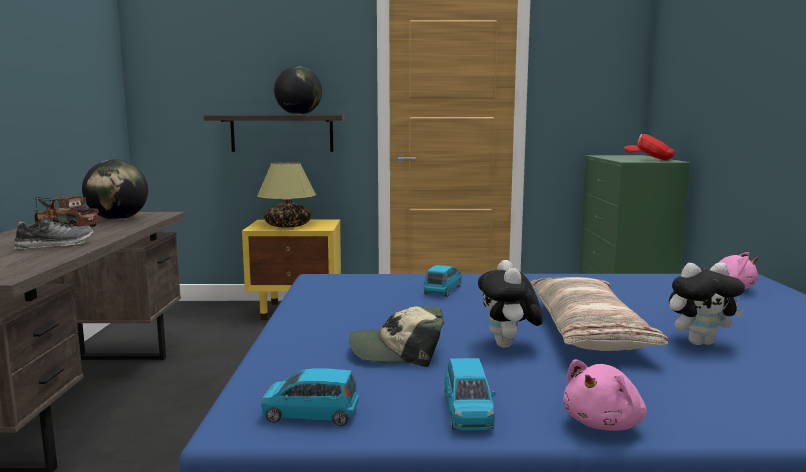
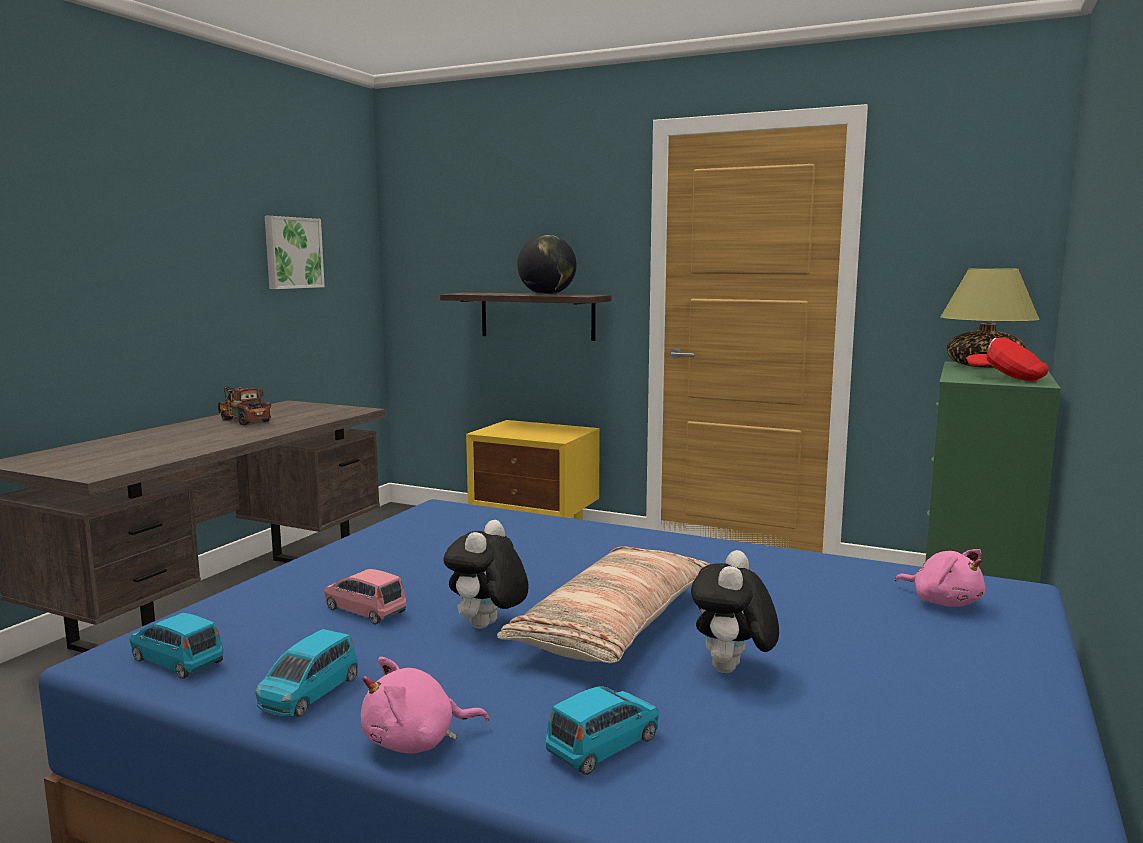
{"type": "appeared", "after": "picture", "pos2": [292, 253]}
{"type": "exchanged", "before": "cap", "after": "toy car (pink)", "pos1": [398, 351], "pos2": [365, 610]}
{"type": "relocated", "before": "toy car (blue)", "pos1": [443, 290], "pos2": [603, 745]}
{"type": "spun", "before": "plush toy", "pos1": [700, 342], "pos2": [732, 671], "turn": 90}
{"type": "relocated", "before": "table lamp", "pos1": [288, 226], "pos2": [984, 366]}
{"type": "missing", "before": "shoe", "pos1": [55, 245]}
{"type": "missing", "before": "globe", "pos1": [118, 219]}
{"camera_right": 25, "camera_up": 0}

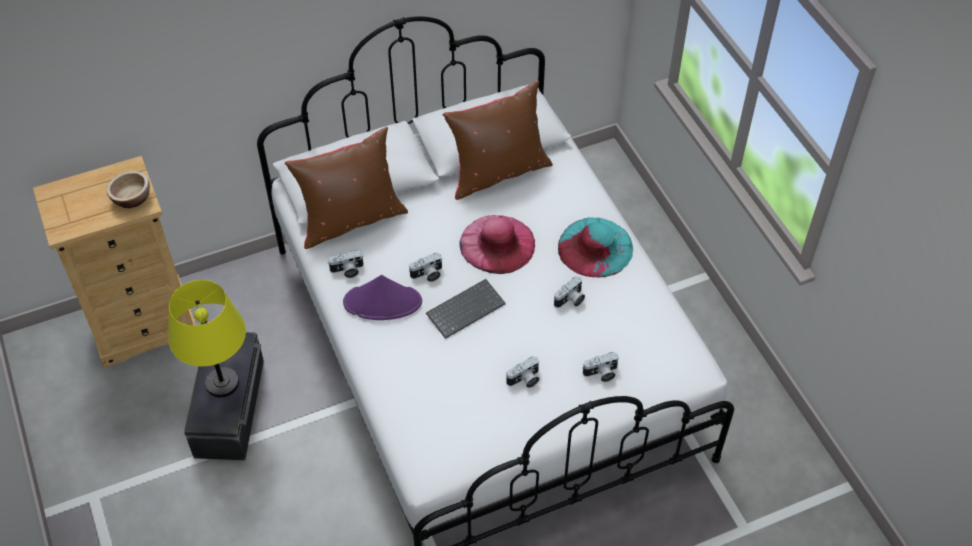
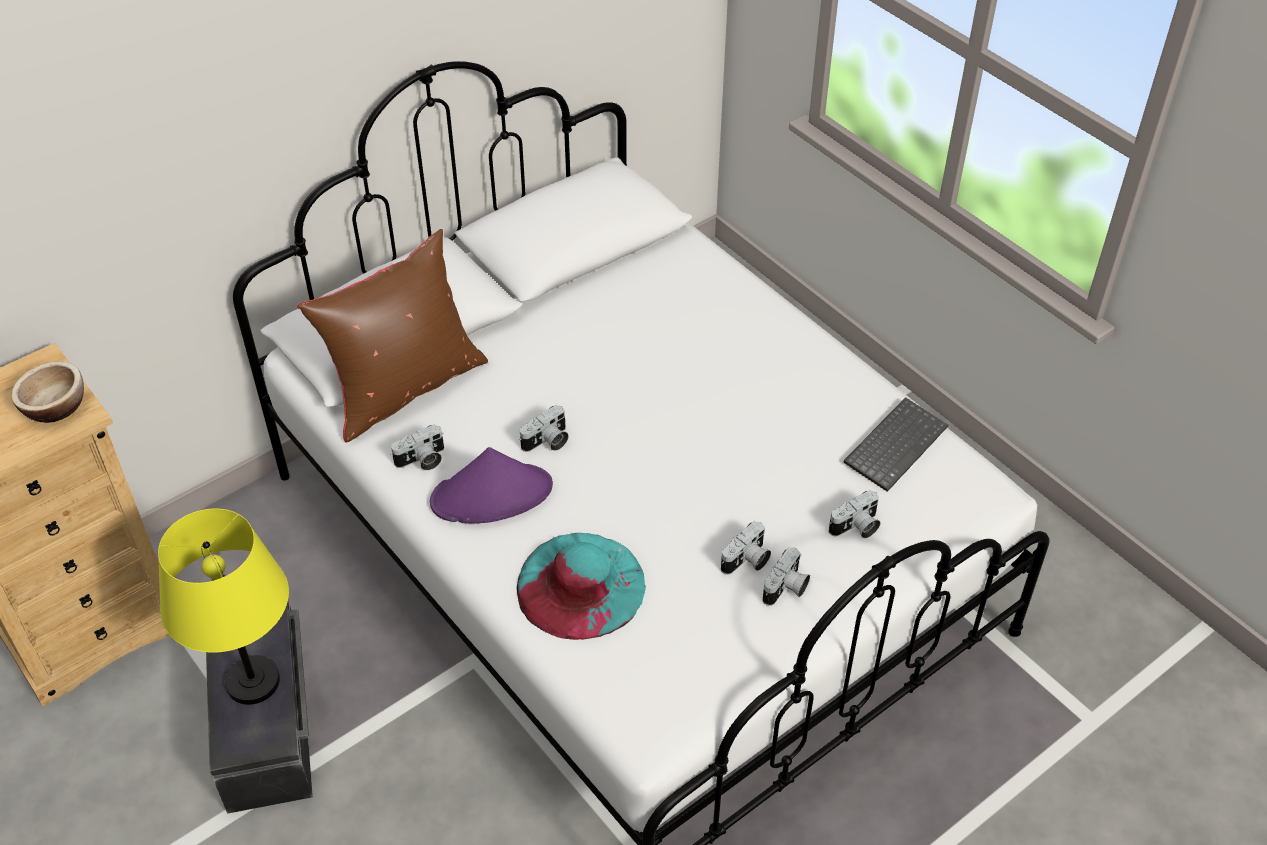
{"type": "relocated", "before": "hat (turquoise)", "pos1": [595, 247], "pos2": [580, 585]}
{"type": "relocated", "before": "photo camera", "pos1": [570, 300], "pos2": [786, 589]}
{"type": "relocated", "before": "keyboard", "pos1": [465, 308], "pos2": [894, 444]}
{"type": "missing", "before": "pillow (brown)", "pos1": [497, 172]}
{"type": "missing", "before": "hat (pink)", "pos1": [497, 244]}
{"camera_right": -15, "camera_up": -5}

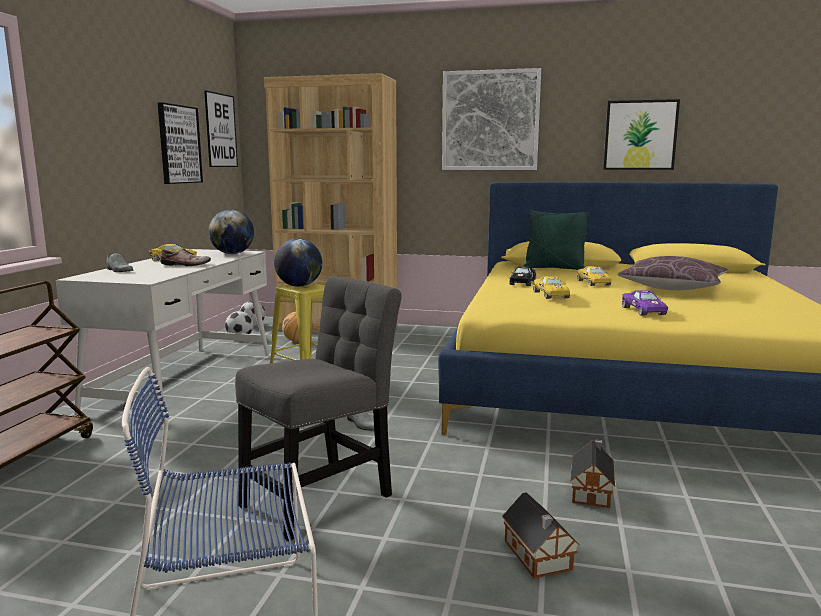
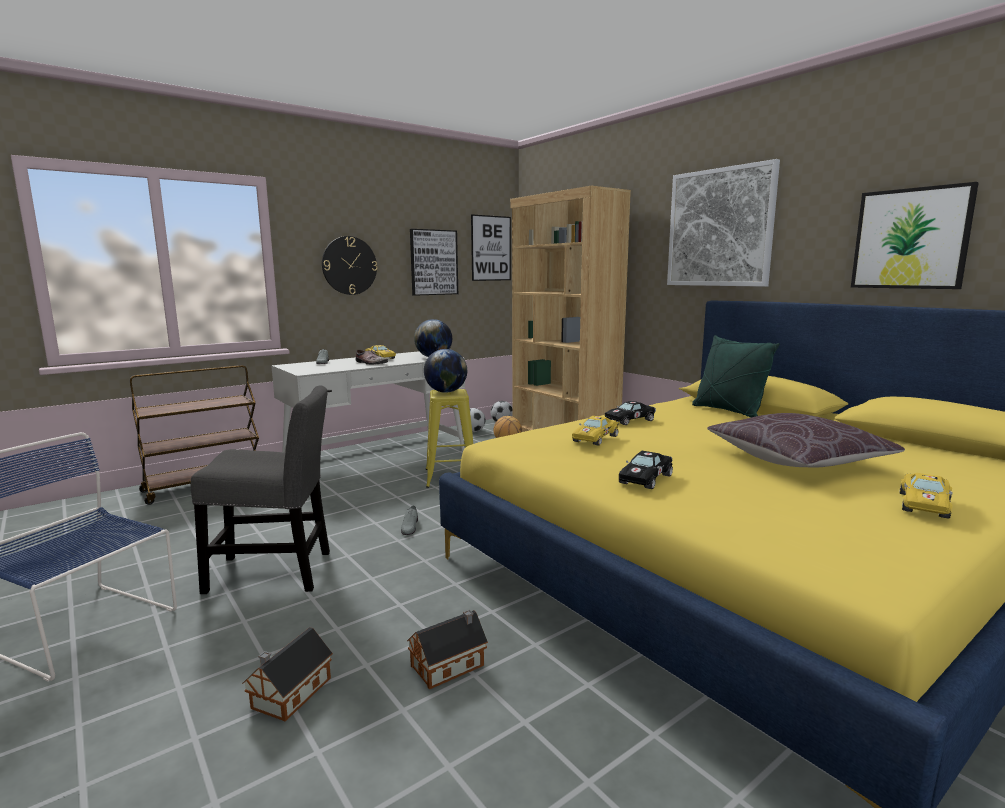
{"type": "appeared", "after": "wall clock", "pos2": [349, 265]}
{"type": "colour", "before": "toy car (purple)", "after": "toy car (black)", "pos1": [643, 310], "pos2": [645, 478]}
{"type": "relocated", "before": "toy car (yellow)", "pos1": [593, 282], "pos2": [924, 504]}
{"camera_right": 40, "camera_up": 0}

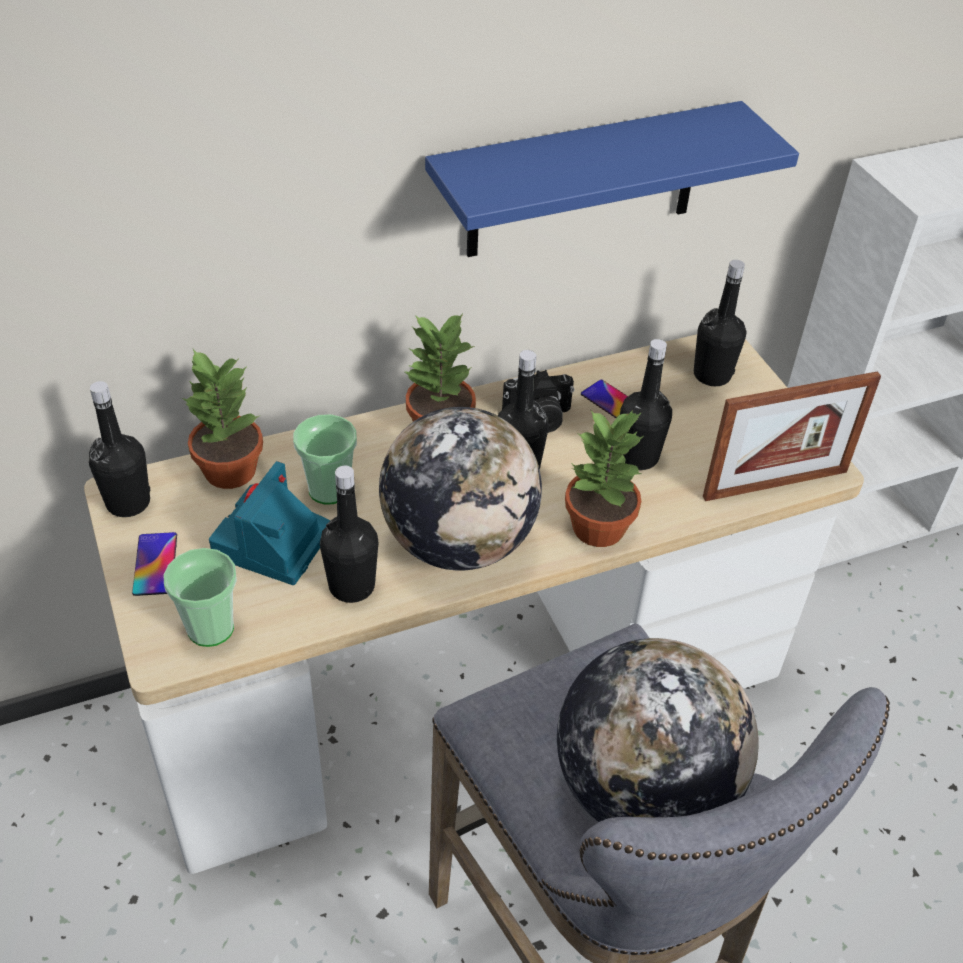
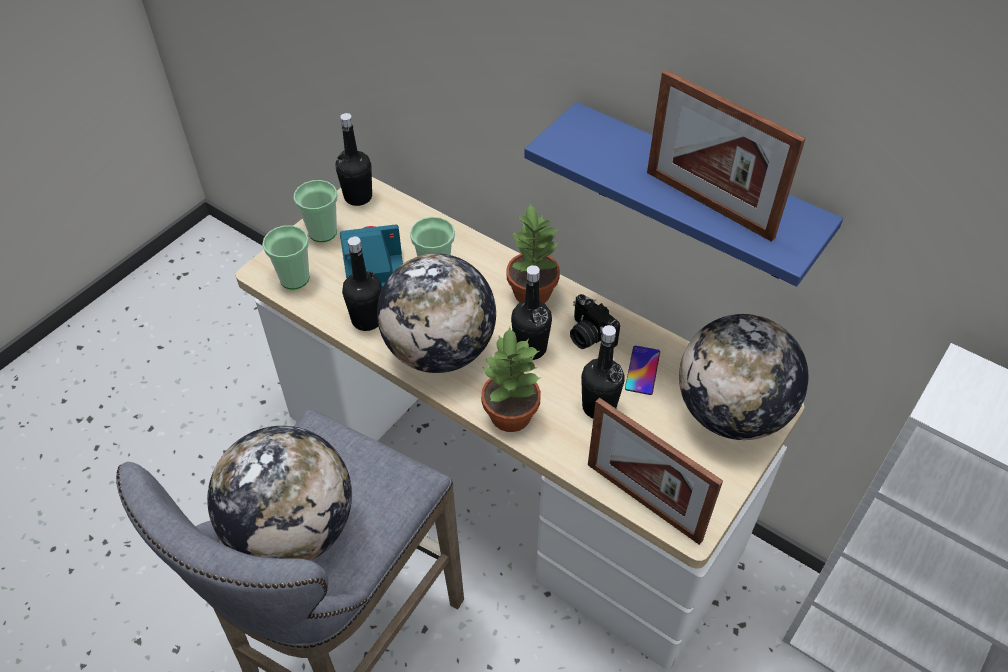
{"type": "exchanged", "before": "phone", "after": "cup", "pos1": [155, 564], "pos2": [323, 232]}
{"type": "appeared", "after": "picture frame", "pos2": [709, 204]}
{"type": "exchanged", "before": "bottle (black)", "after": "globe", "pos1": [712, 375], "pos2": [731, 413]}
{"type": "missing", "before": "potted plant", "pos1": [228, 470]}
{"camera_right": 60, "camera_up": 5}

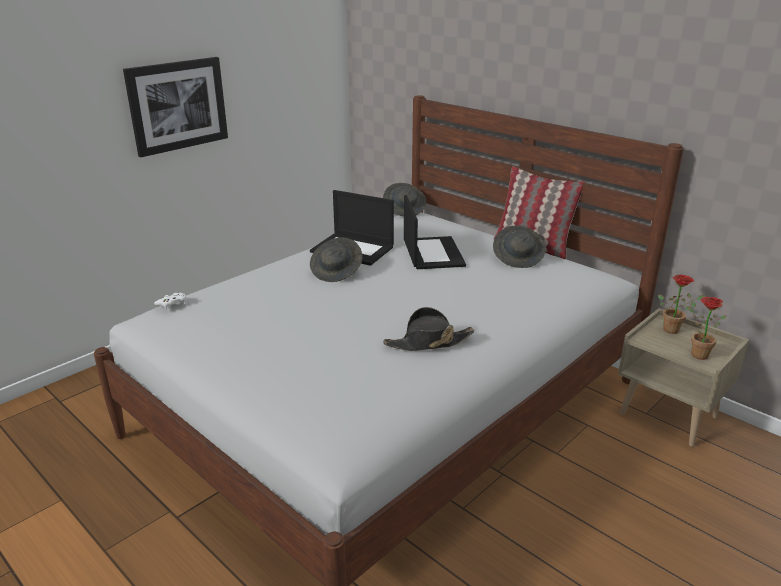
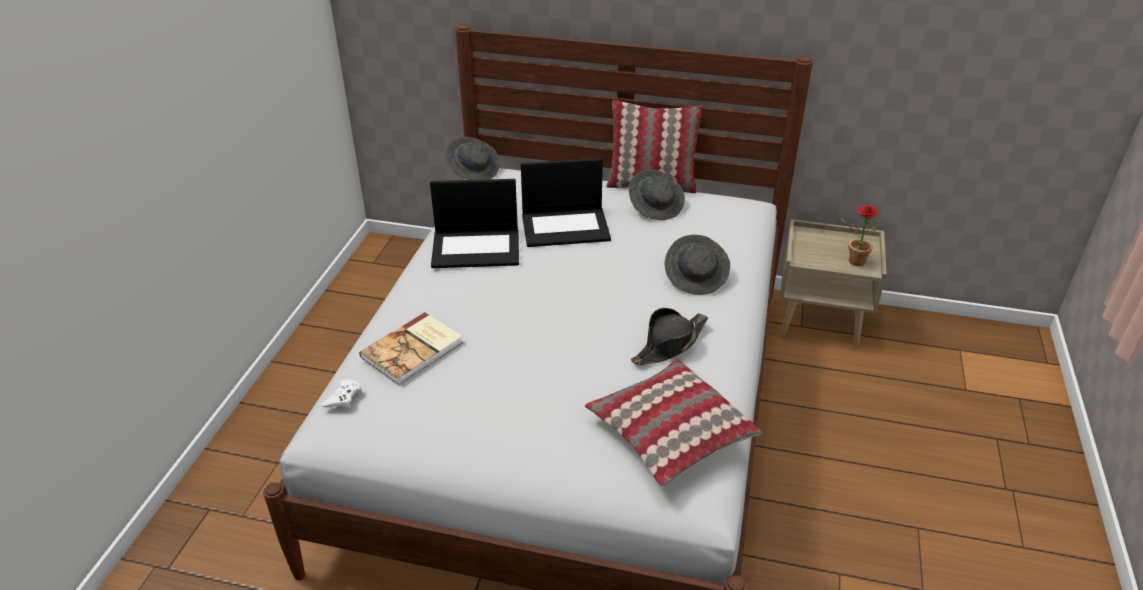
{"type": "appeared", "after": "book", "pos2": [414, 350]}
{"type": "spun", "before": "laptop", "pos1": [432, 253], "pos2": [566, 226], "turn": 120}
{"type": "appeared", "after": "pillow", "pos2": [670, 434]}
{"type": "relocated", "before": "hat (grey)", "pos1": [337, 271], "pos2": [696, 277]}
{"type": "missing", "before": "picture", "pos1": [177, 105]}
{"type": "missing", "before": "potted plant", "pos1": [674, 329]}
{"camera_right": -30, "camera_up": 10}

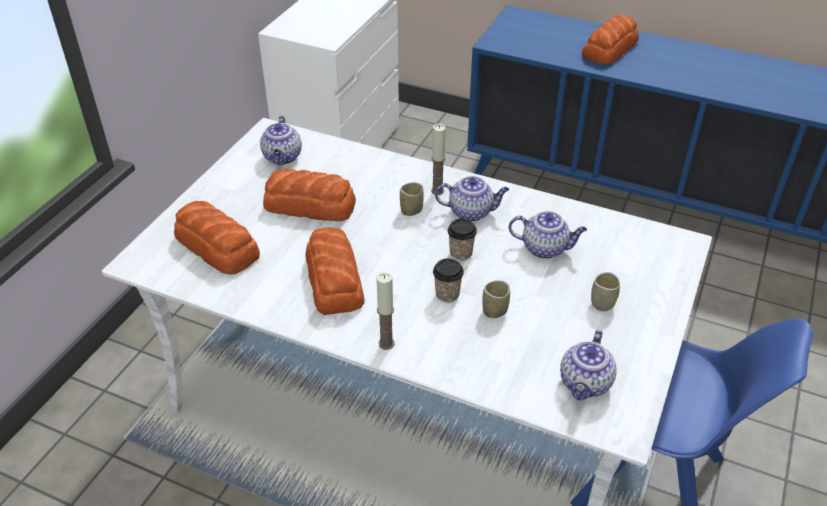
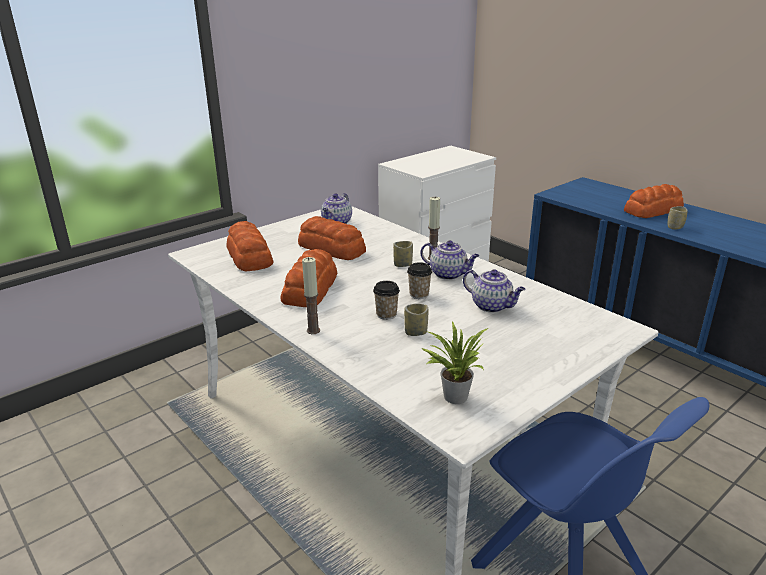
{"type": "exchanged", "before": "teapot", "after": "potted plant", "pos1": [585, 384], "pos2": [453, 395]}
{"type": "relocated", "before": "cup", "pos1": [602, 303], "pos2": [675, 227]}
{"camera_right": 25, "camera_up": -15}

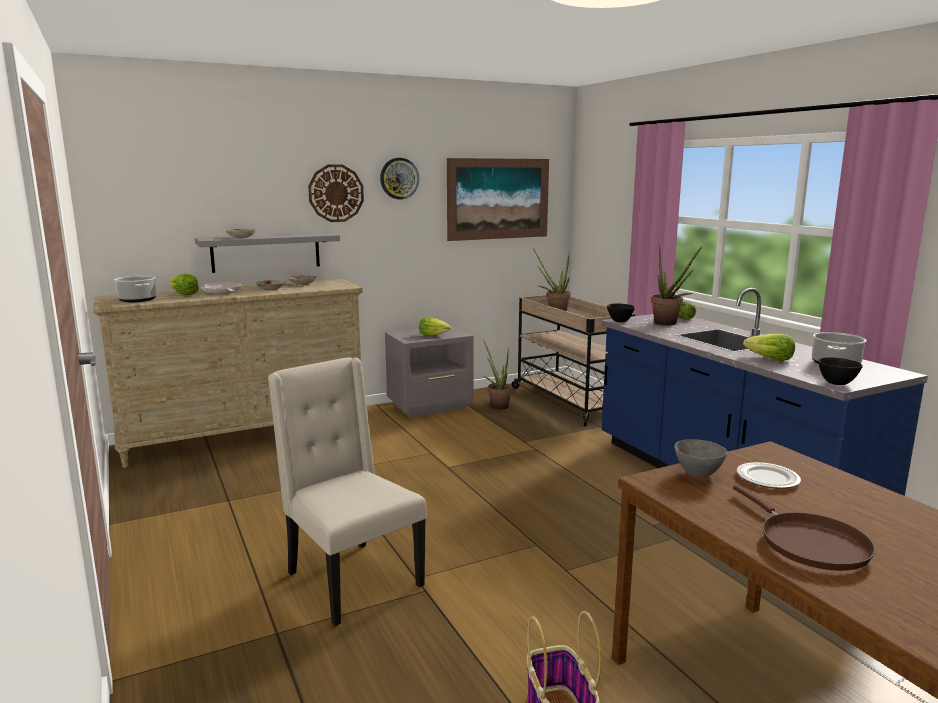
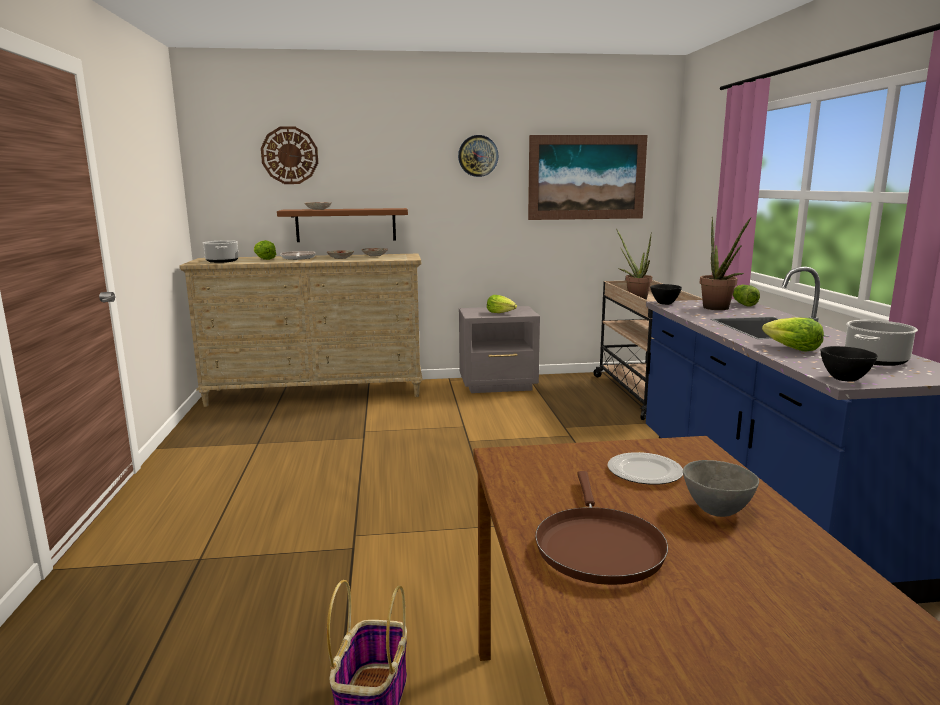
{"type": "relocated", "before": "wall clock", "pos1": [336, 193], "pos2": [289, 155]}
{"type": "colour", "before": "shelf (grey)", "after": "shelf (brown)", "pos1": [266, 252], "pos2": [346, 225]}
{"type": "relocated", "before": "bowl (grey)", "pos1": [697, 474], "pos2": [716, 511]}
{"type": "missing", "before": "chair (beige)", "pos1": [350, 579]}
{"type": "missing", "before": "potted plant", "pos1": [497, 405]}
{"camera_right": 20, "camera_up": 0}

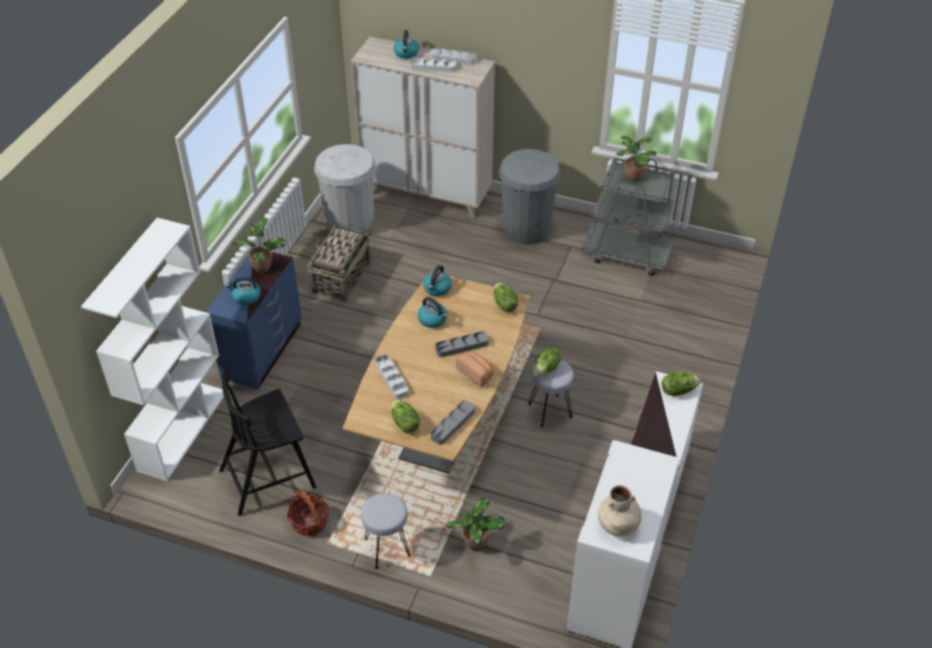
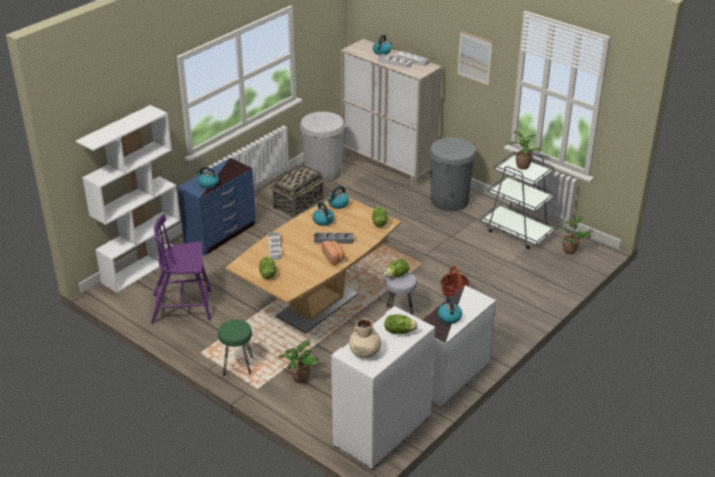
{"type": "colour", "before": "chair (black)", "after": "chair (purple)", "pos1": [269, 477], "pos2": [183, 307]}
{"type": "colour", "before": "stool (grey)", "after": "stool (green)", "pos1": [386, 548], "pos2": [237, 366]}
{"type": "relocated", "before": "lettuce", "pos1": [677, 390], "pos2": [399, 331]}
{"type": "appeared", "after": "kettle", "pos2": [449, 317]}
{"type": "relocated", "before": "basket", "pos1": [309, 522], "pos2": [454, 292]}
{"type": "appeared", "after": "picture", "pos2": [474, 58]}
{"type": "relocated", "before": "potted plant", "pos1": [262, 266], "pos2": [569, 250]}
{"type": "missing", "before": "tray (grey)", "pos1": [452, 424]}
{"camera_right": 20, "camera_up": -10}

